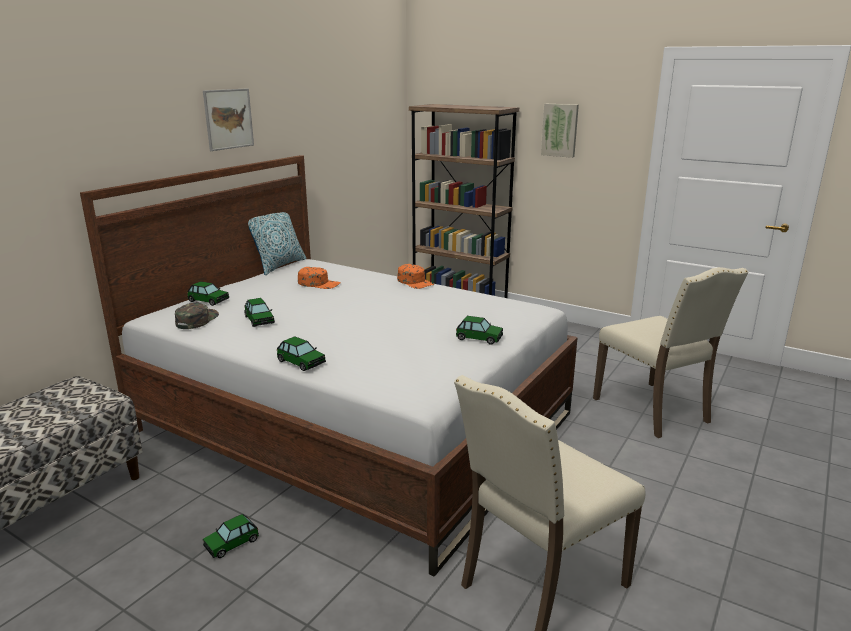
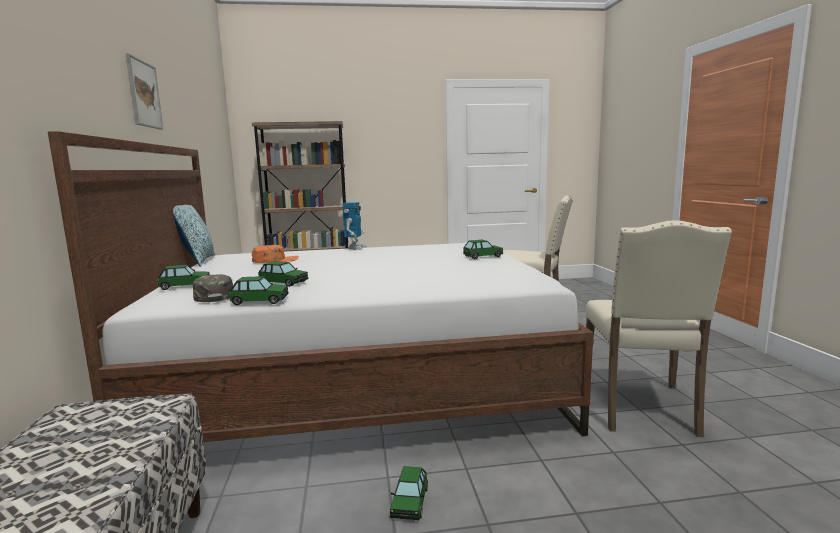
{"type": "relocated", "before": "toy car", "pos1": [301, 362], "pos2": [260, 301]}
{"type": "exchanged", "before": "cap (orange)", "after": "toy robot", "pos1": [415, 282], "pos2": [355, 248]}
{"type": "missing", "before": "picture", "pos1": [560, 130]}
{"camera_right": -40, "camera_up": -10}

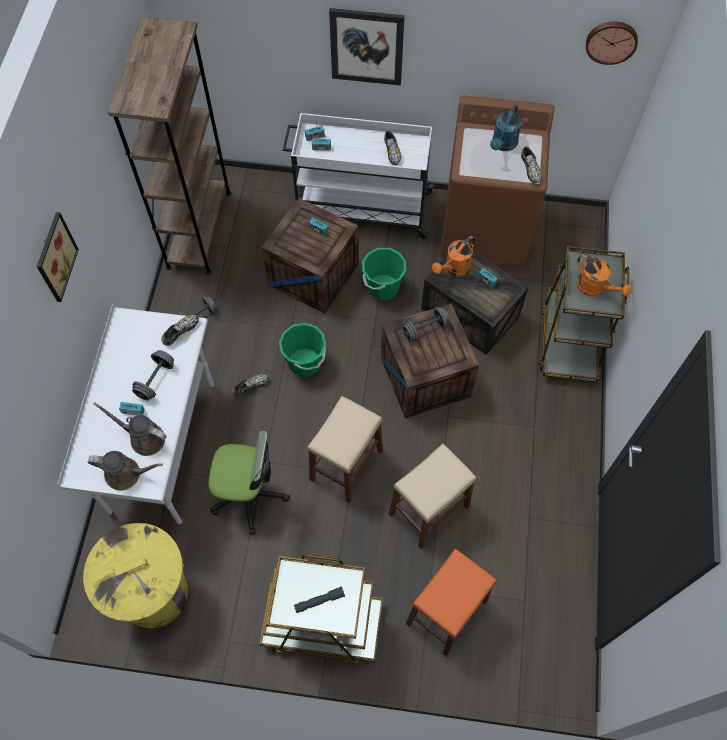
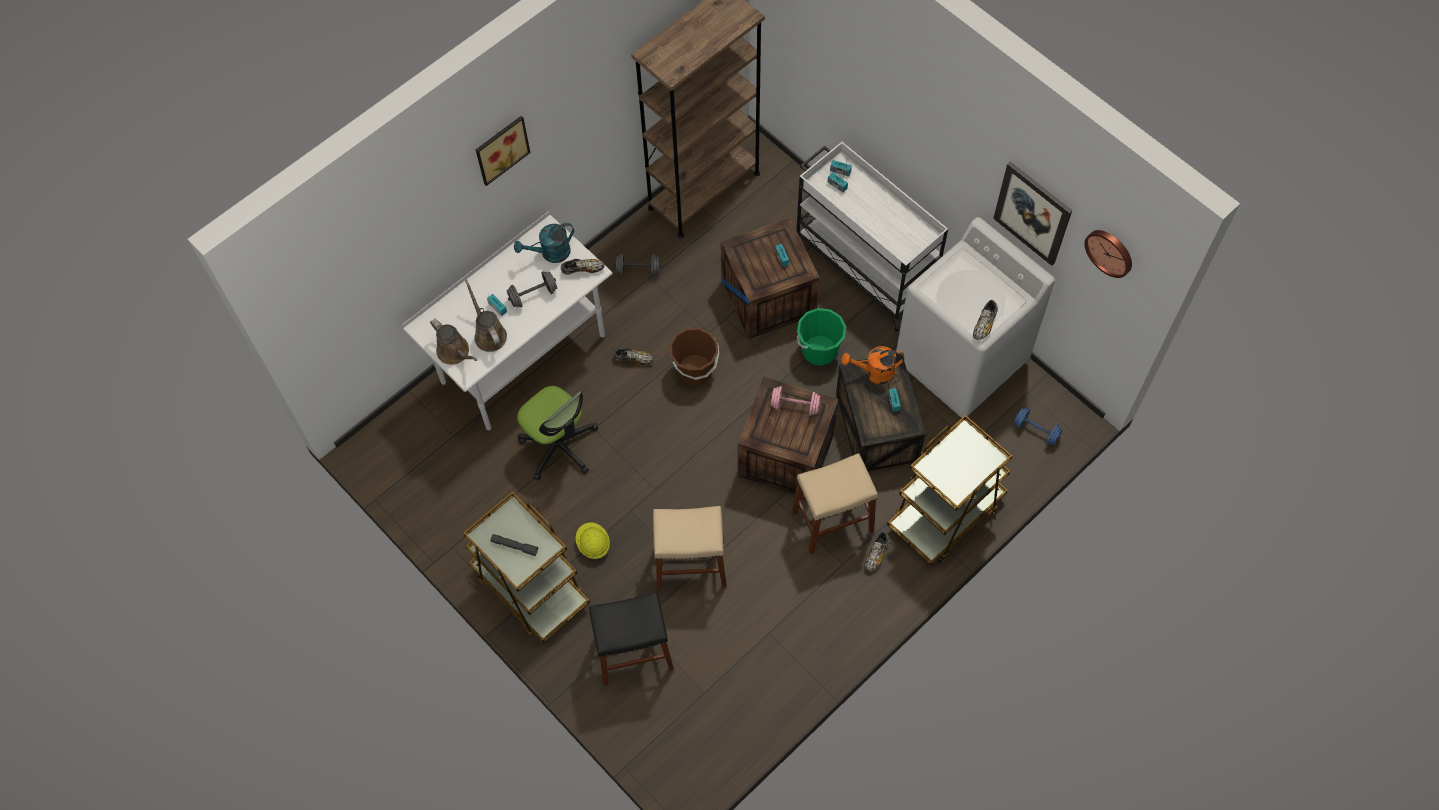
{"type": "relocated", "before": "watering can (turquoise)", "pos1": [503, 145], "pos2": [550, 253]}
{"type": "appeared", "after": "hard hat (yellow)", "pos2": [593, 544]}
{"type": "colour", "before": "stool (orange)", "after": "stool (black)", "pos1": [446, 612], "pos2": [633, 653]}
{"type": "colour", "before": "bucket (green)", "after": "bucket (brown)", "pos1": [305, 363], "pos2": [694, 370]}
{"type": "colour", "before": "dumbbell (grey)", "after": "dumbbell (pink)", "pos1": [425, 329], "pos2": [795, 406]}
{"type": "relocated", "before": "stool (beige)", "pos1": [346, 465], "pos2": [832, 521]}
{"type": "relocated", "before": "shoe", "pos1": [392, 152], "pos2": [876, 554]}
{"type": "colour", "before": "washing machine (brown)", "after": "washing machine (white)", "pos1": [485, 230], "pos2": [961, 361]}
{"type": "relocated", "before": "picture", "pos1": [366, 46], "pos2": [1032, 213]}
{"type": "appeared", "after": "dumbbell (blue)", "pos2": [1036, 431]}
{"type": "missing", "before": "trash can (yellow)", "pos1": [155, 594]}
{"type": "missing", "before": "watering can (orange)", "pos1": [595, 288]}
{"camera_right": 40, "camera_up": 0}

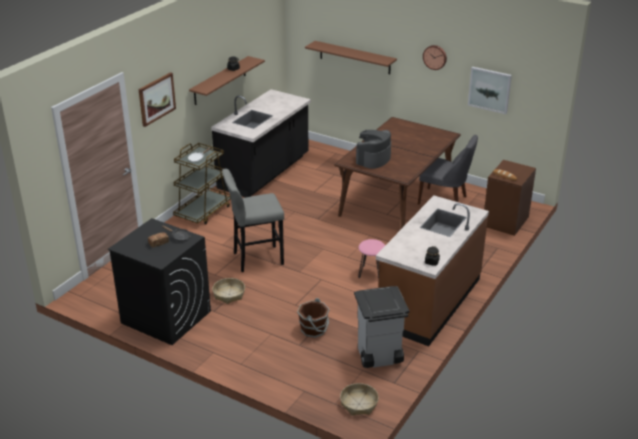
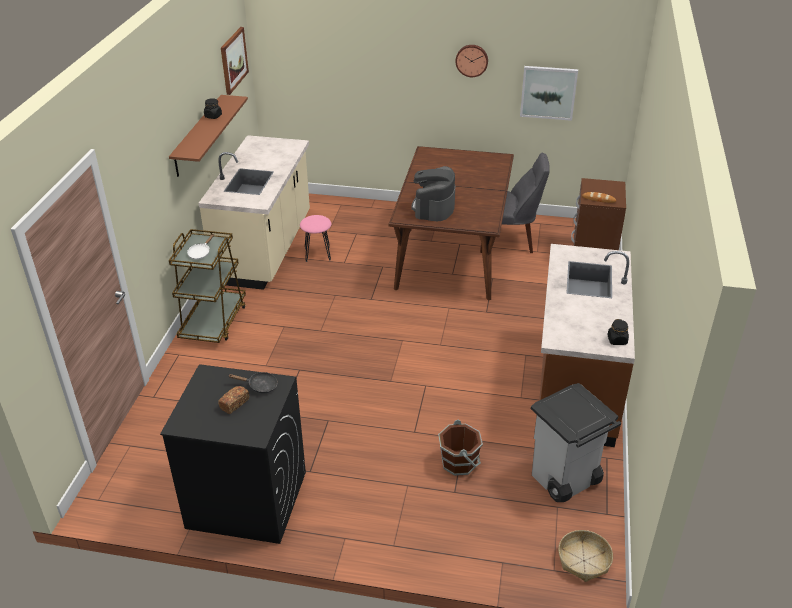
{"type": "colour", "before": "counter (black)", "after": "counter (beige)", "pos1": [264, 172], "pos2": [265, 248]}
{"type": "relocated", "before": "picture", "pos1": [156, 99], "pos2": [233, 60]}
{"type": "relocated", "before": "stool (pink)", "pos1": [371, 273], "pos2": [317, 254]}
{"type": "missing", "before": "basket", "pos1": [229, 294]}
{"type": "missing", "before": "stool (grey)", "pos1": [255, 259]}
{"type": "missing", "before": "shelf (brown)", "pos1": [354, 57]}
{"camera_right": -20, "camera_up": 5}

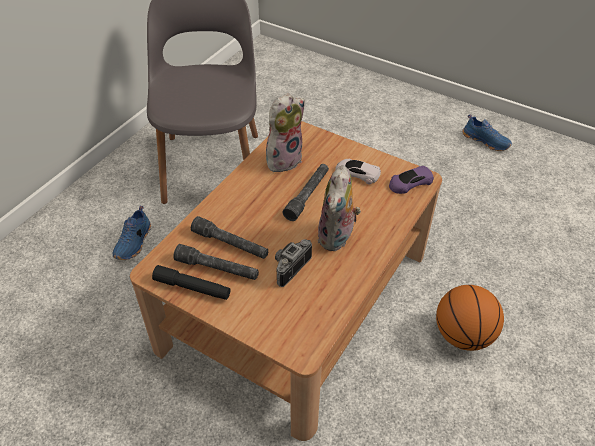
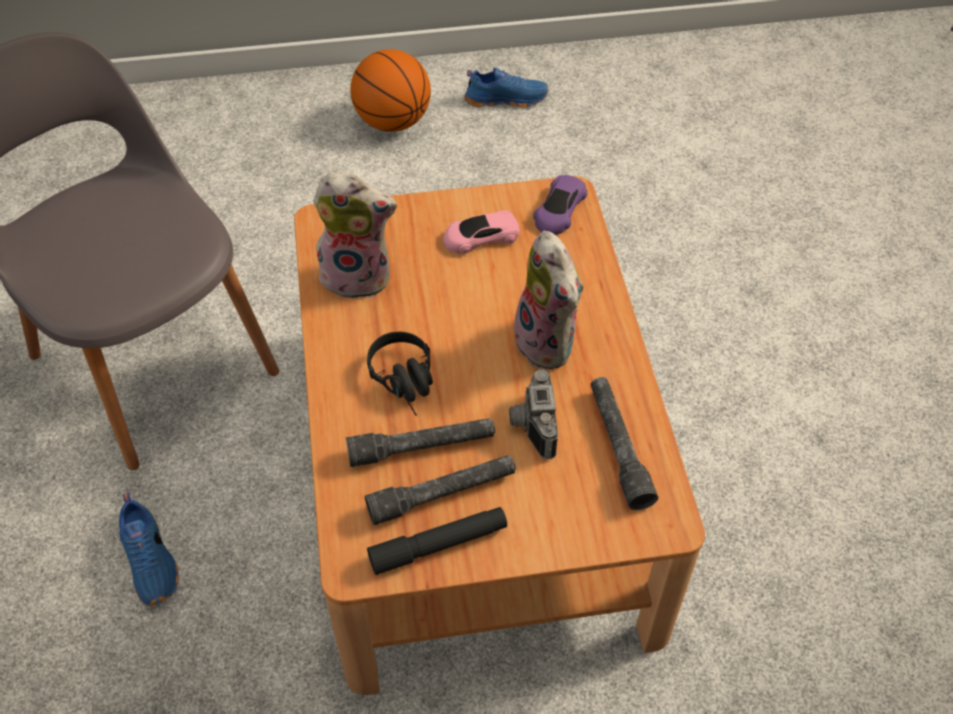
{"type": "spun", "before": "plush toy", "pos1": [283, 159], "pos2": [359, 276], "turn": 90}
{"type": "relocated", "before": "basketball", "pos1": [463, 335], "pos2": [393, 122]}
{"type": "appeared", "after": "headphones (black)", "pos2": [407, 383]}
{"type": "colour", "before": "toy car (white)", "after": "toy car (pink)", "pos1": [357, 173], "pos2": [480, 237]}
{"type": "relocated", "before": "flashlight (grey)", "pos1": [307, 195], "pos2": [618, 447]}
{"camera_right": -40, "camera_up": 5}

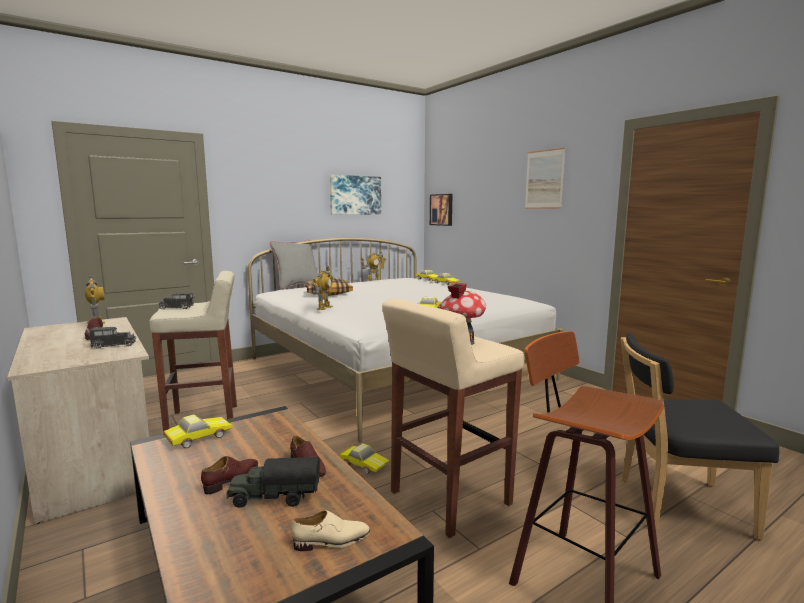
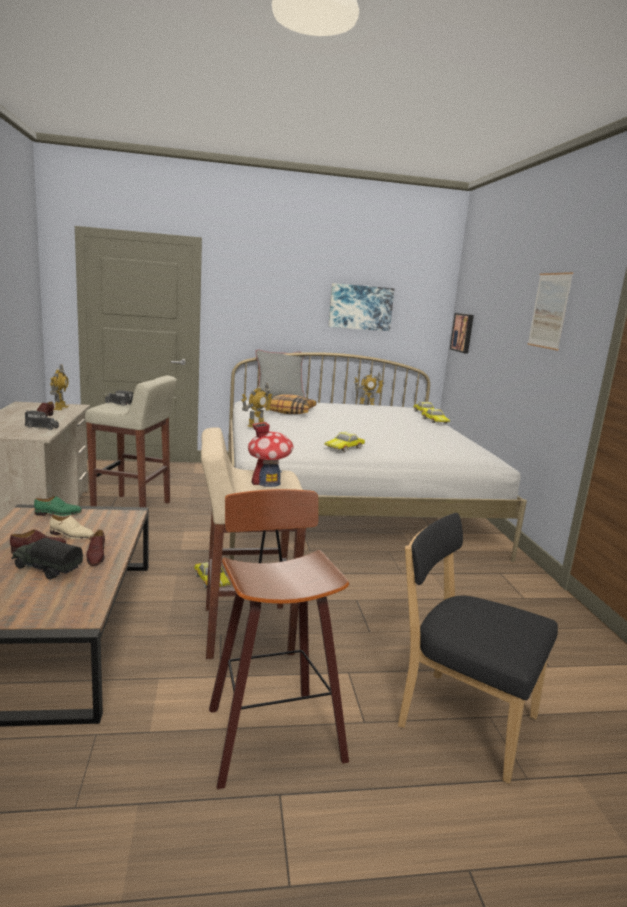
{"type": "exchanged", "before": "toy car", "after": "shoe (green)", "pos1": [197, 437], "pos2": [58, 513]}
{"type": "relocated", "before": "shoe (beige)", "pos1": [332, 541], "pos2": [71, 535]}
{"camera_right": 25, "camera_up": 5}

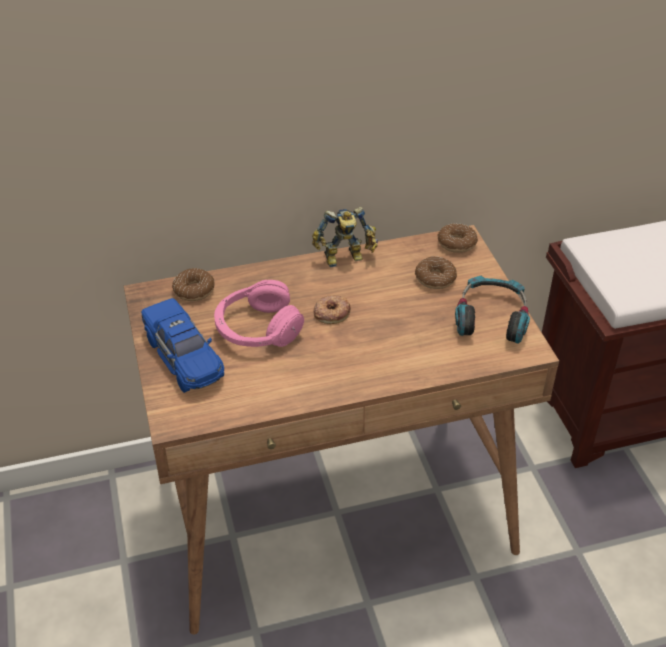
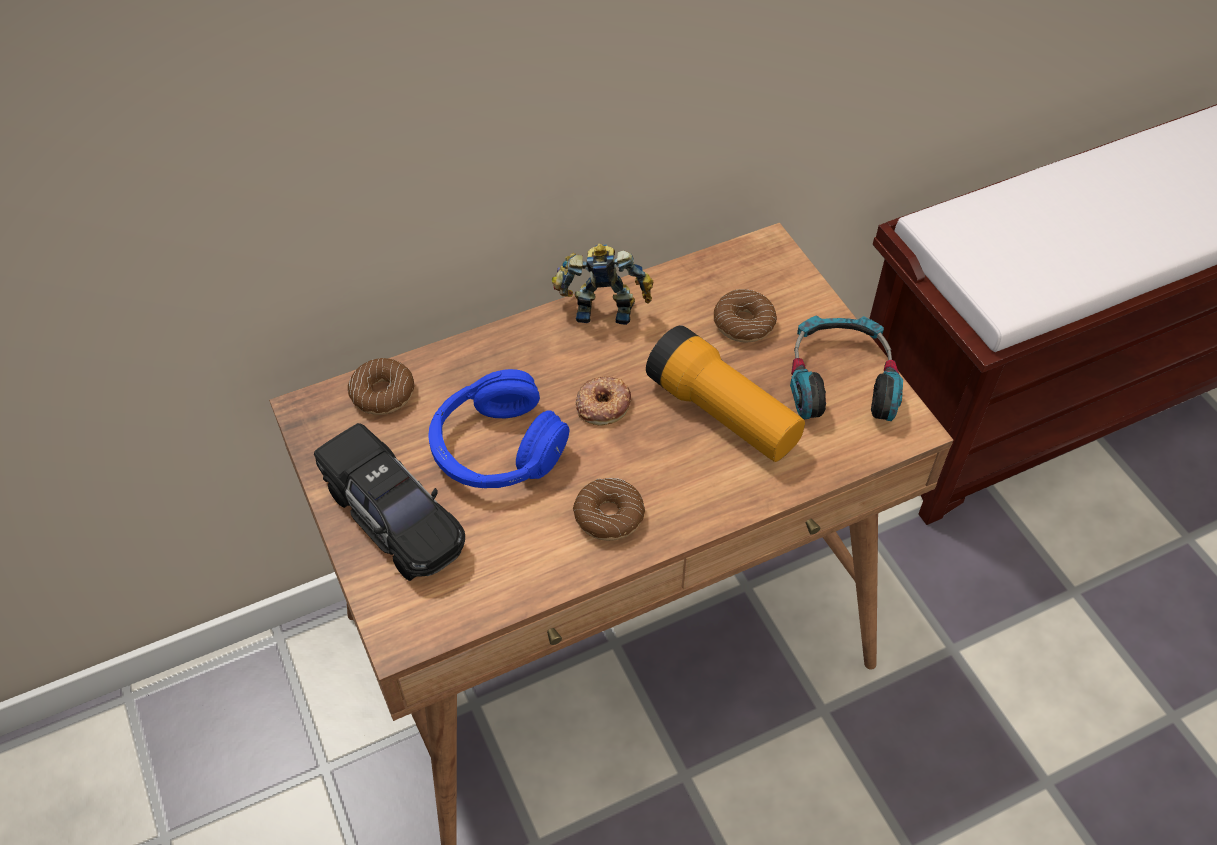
{"type": "colour", "before": "toy car (blue)", "after": "toy car (black)", "pos1": [184, 357], "pos2": [394, 516]}
{"type": "colour", "before": "headphones (pink)", "after": "headphones (blue)", "pos1": [257, 329], "pos2": [496, 449]}
{"type": "spun", "before": "toy robot", "pos1": [345, 259], "pos2": [602, 307], "turn": -150}
{"type": "relocated", "before": "donut", "pos1": [457, 243], "pos2": [609, 516]}
{"type": "appeared", "after": "flashlight", "pos2": [723, 413]}
{"camera_right": -10, "camera_up": 10}

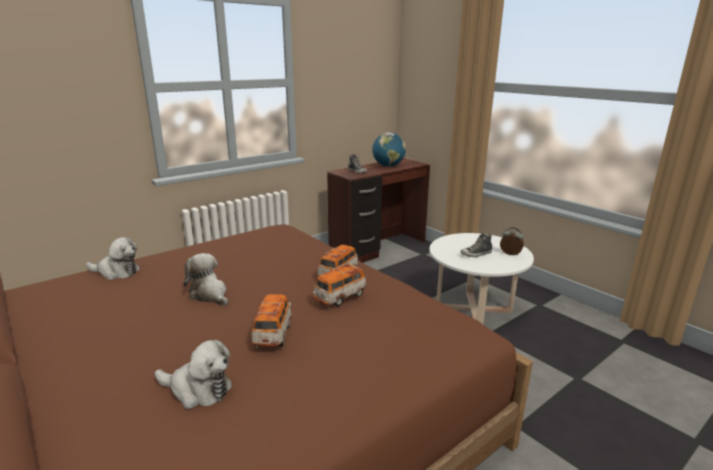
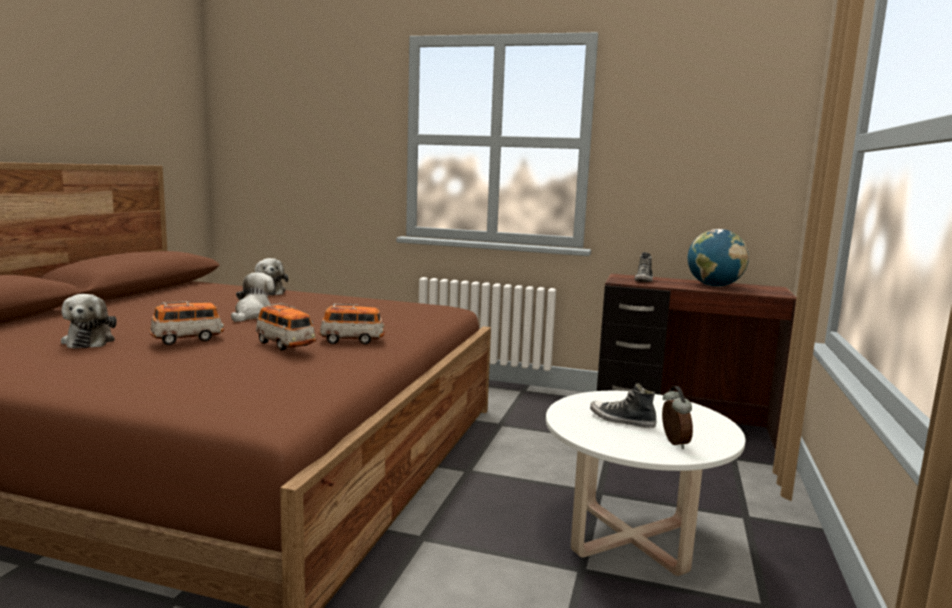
{"type": "spun", "before": "toy car", "pos1": [340, 297], "pos2": [285, 344], "turn": -150}
{"camera_right": 55, "camera_up": -10}

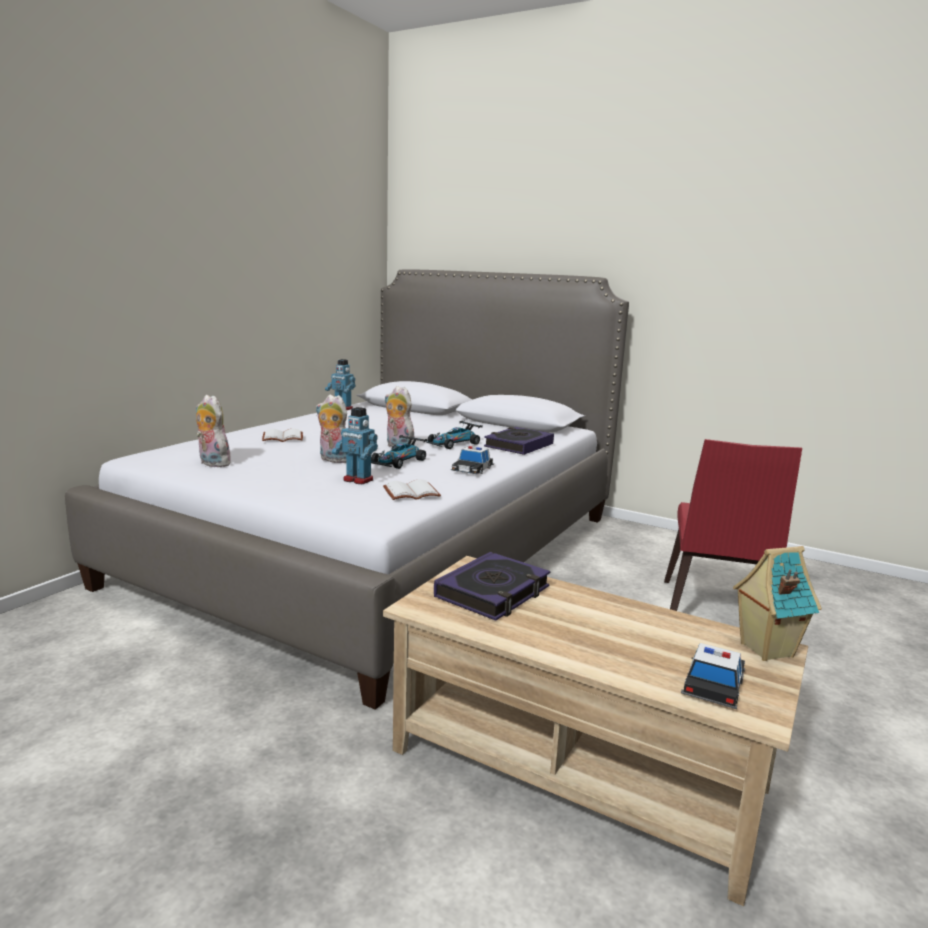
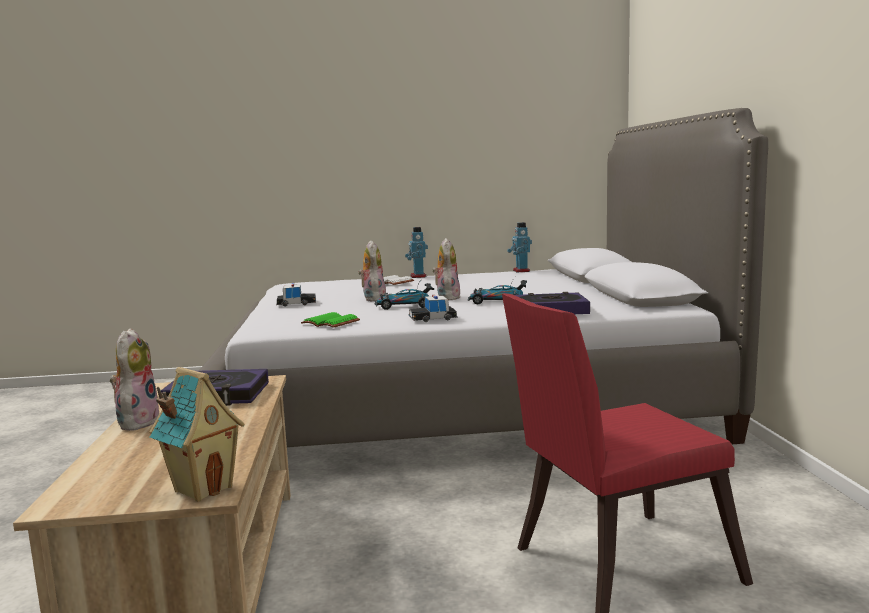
{"type": "relocated", "before": "plush toy", "pos1": [212, 463], "pos2": [137, 422]}
{"type": "relocated", "before": "toy car", "pos1": [713, 684], "pos2": [296, 303]}
{"type": "colour", "before": "book (white)", "after": "book (green)", "pos1": [411, 493], "pos2": [329, 323]}
{"type": "relocated", "before": "toy robot", "pos1": [357, 480], "pos2": [417, 276]}
{"camera_right": 55, "camera_up": -5}

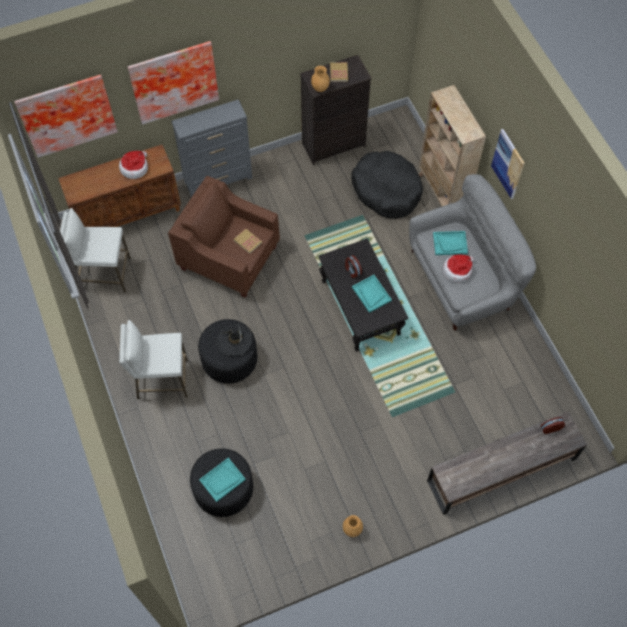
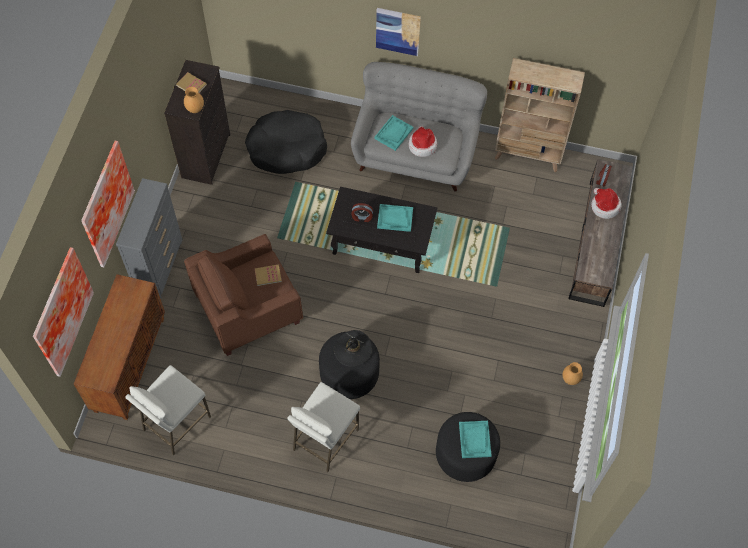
{"type": "relocated", "before": "bookcase (beige)", "pos1": [441, 194], "pos2": [528, 155]}
{"type": "relocated", "before": "hat", "pos1": [134, 168], "pos2": [604, 206]}
{"camera_right": -55, "camera_up": 0}

